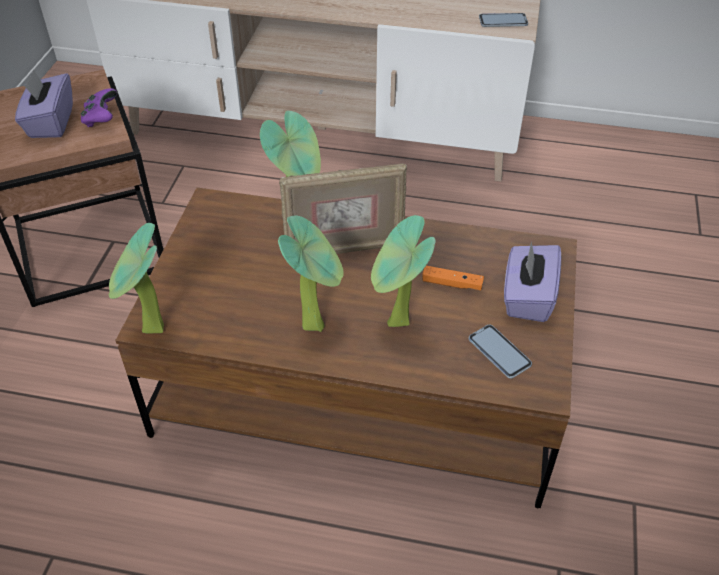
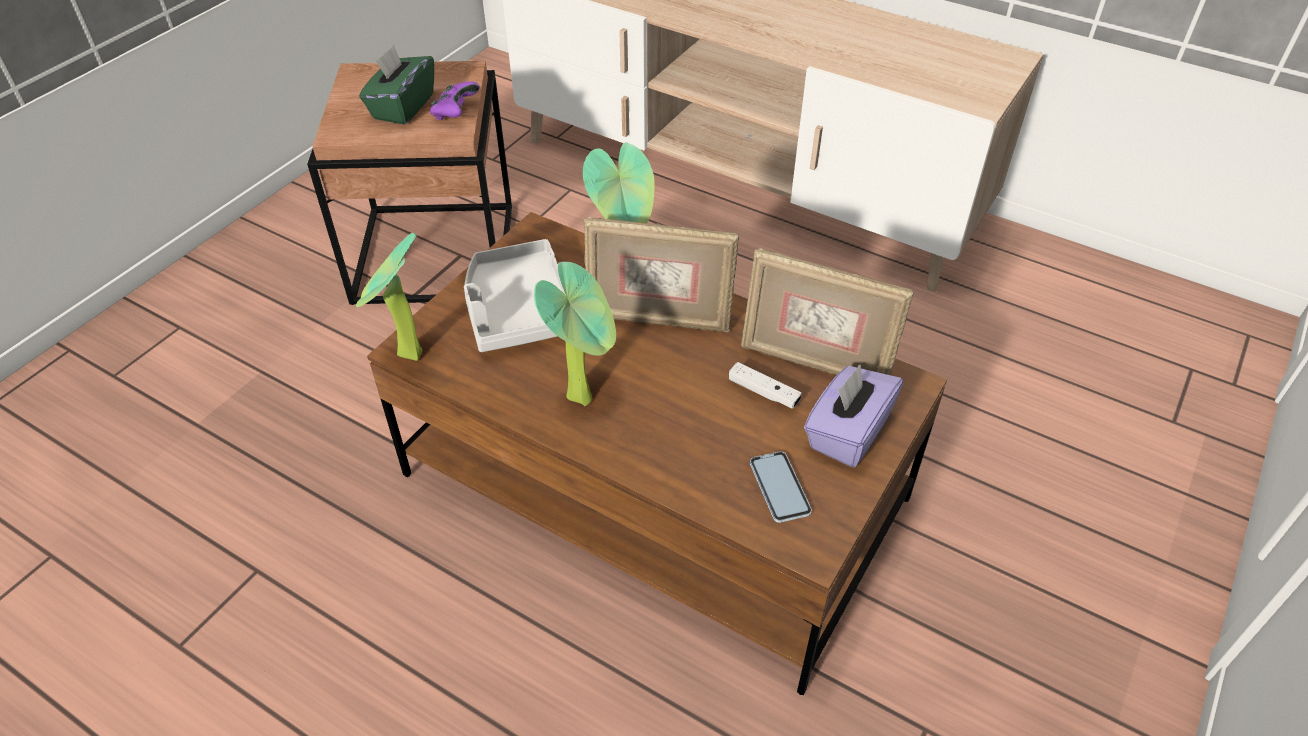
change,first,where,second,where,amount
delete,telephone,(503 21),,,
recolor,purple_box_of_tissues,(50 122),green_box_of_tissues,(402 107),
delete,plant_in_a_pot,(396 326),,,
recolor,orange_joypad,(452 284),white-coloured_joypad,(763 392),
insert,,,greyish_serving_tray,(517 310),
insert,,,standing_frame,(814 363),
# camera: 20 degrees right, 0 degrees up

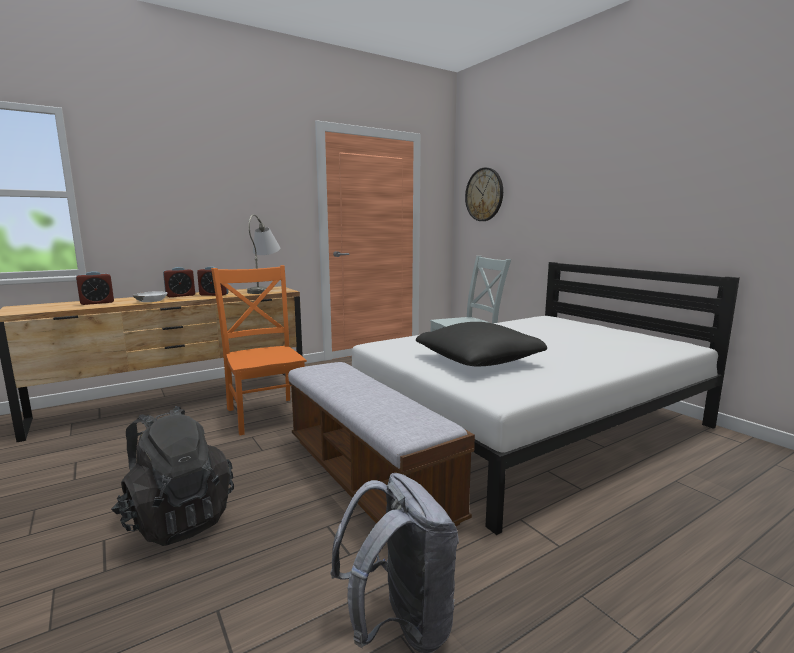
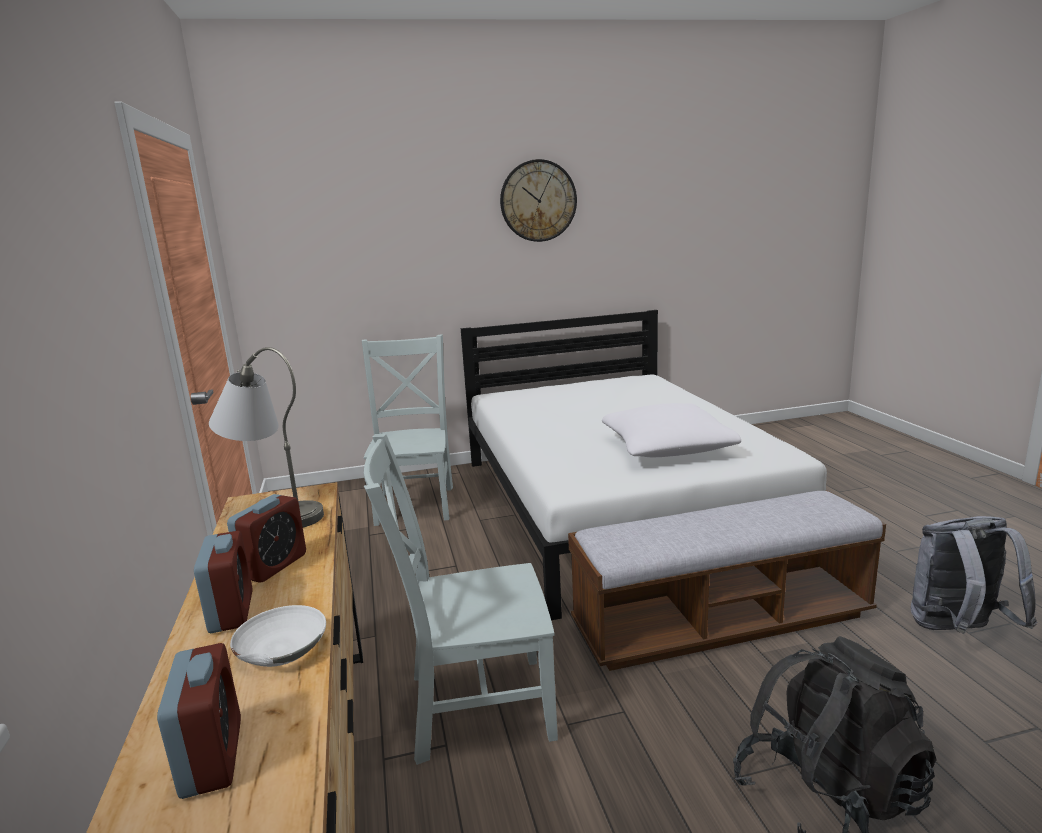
change,first,where,second,where,amount
move,hanging_clock,(484 194),,(538 201),
recolor,orange_upright_chair,(266 413),greyish_upright_chair,(473 706),
recolor,black-coloured_cushion,(478 360),white-coloured_cushion,(667 448),
# camera: 70 degrees left, 5 degrees up

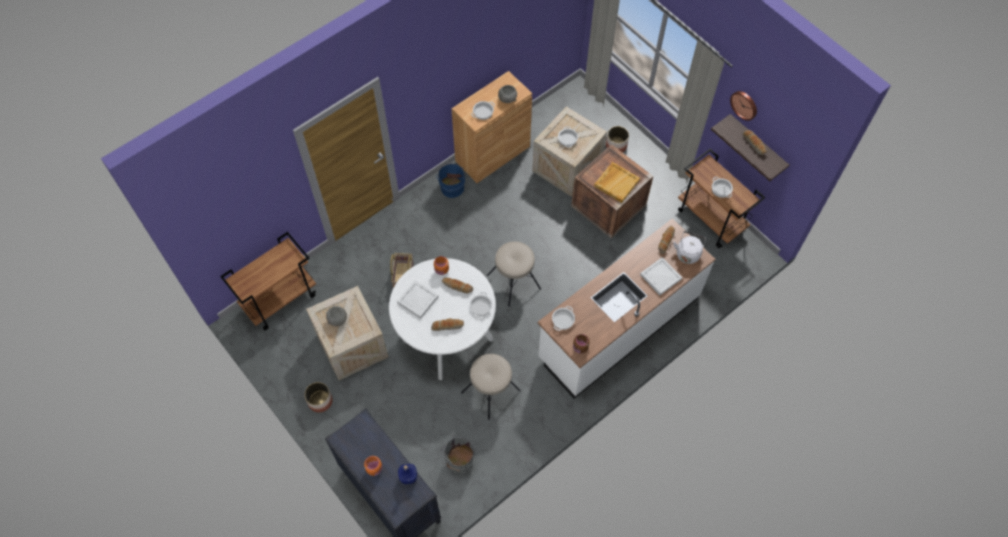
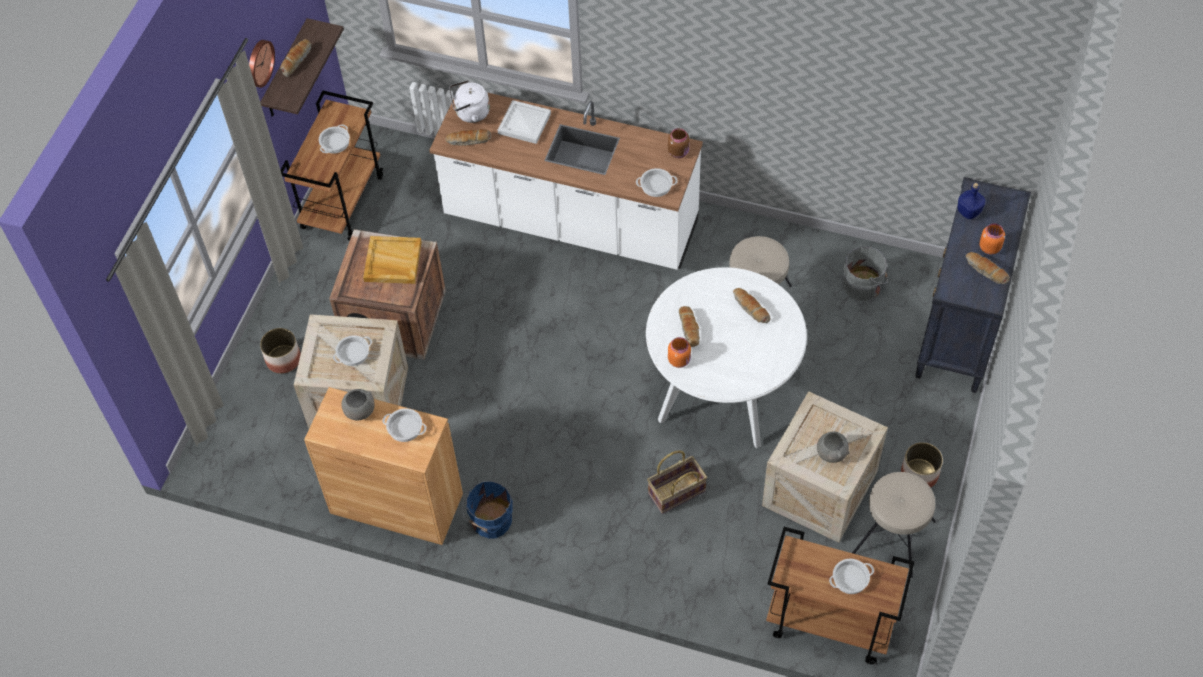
change,first,where,second,where,amount
move,beige-coloured_sitting_stool,(514 281),,(893 537),
delete,white-coloured_serving_tray,(417 299),,,
move,saucepot,(480 306),,(850 579),
insert,,,baked_bread,(985 271),
# camera: 120 degrees left, 5 degrees down

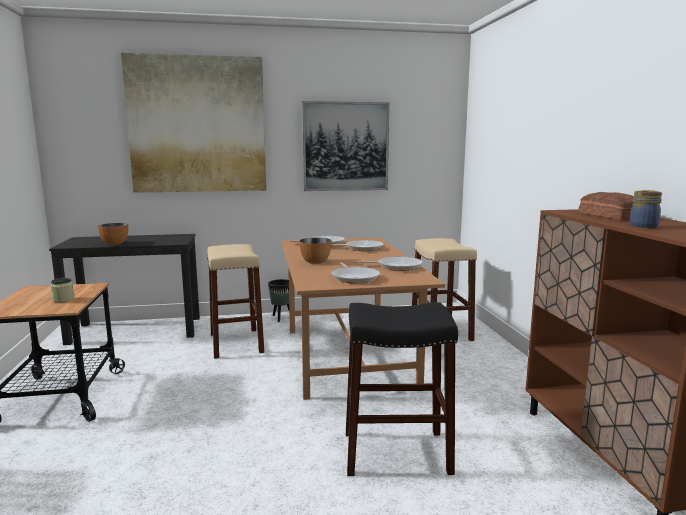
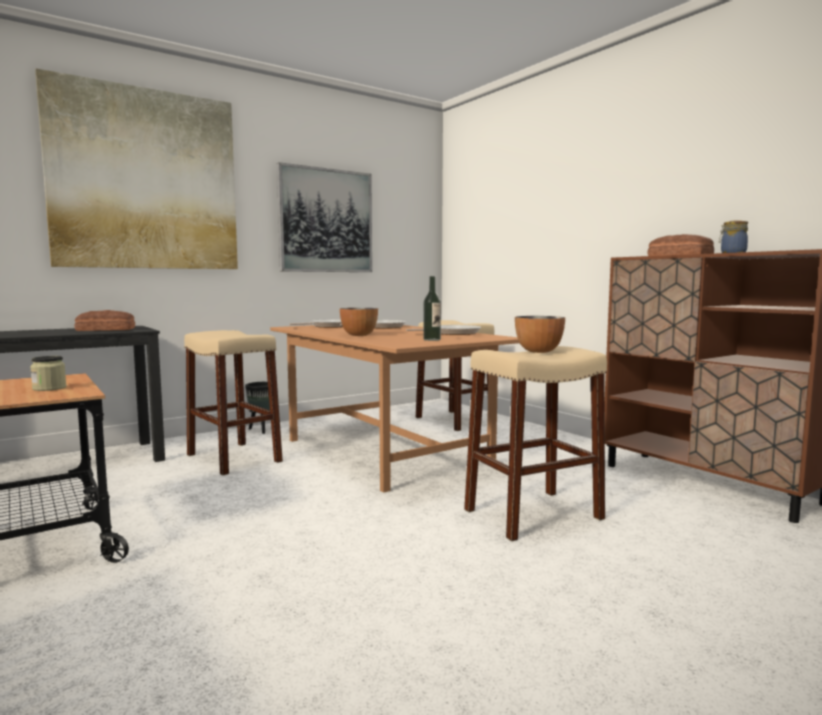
change,first,where,second,where,amount
move,bowl,(115 244),,(539 351),
replace,pan,(354 278),drink_bottle,(432 339),
recolor,black-coloured_sitting_stool,(396 452),beige-coloured_sitting_stool,(532 514),
insert,,,baked_bread,(106 329),
# camera: 25 degrees left, 5 degrees down

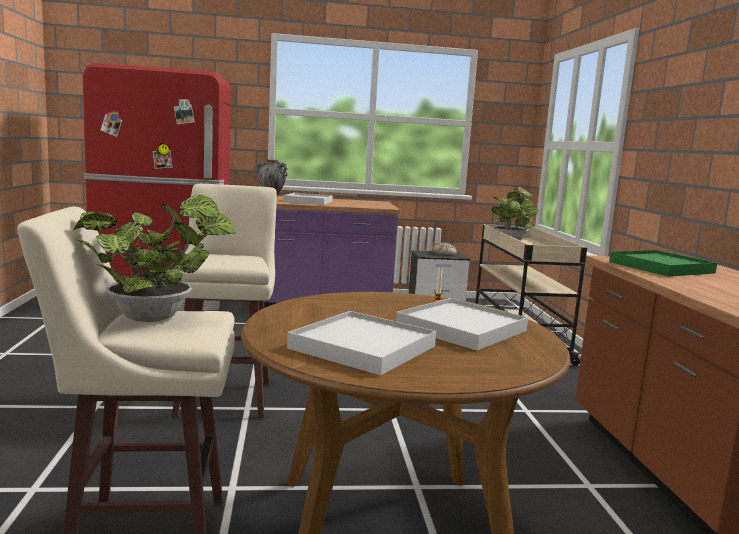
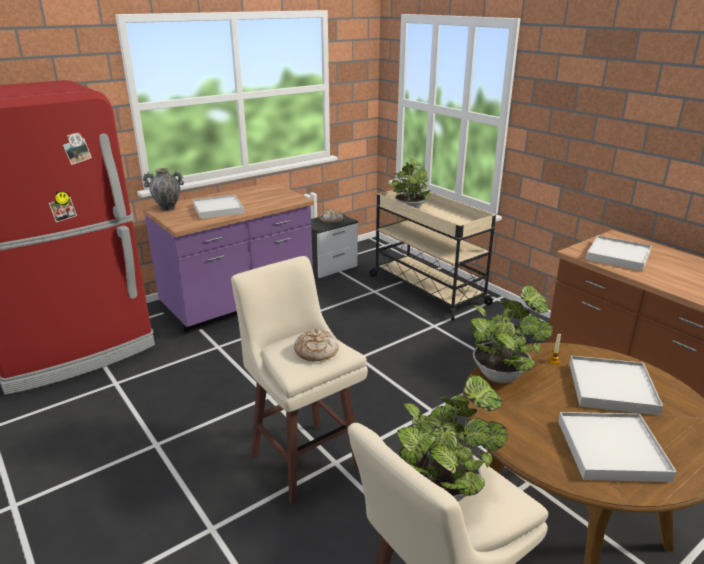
change,first,where,second,where,amount
recolor,green_serving_tray,(661 267),white-coloured_serving_tray,(618 256),
insert,,,plant_in_a_pot,(502 373),
insert,,,baked_bread,(316 351),
# camera: 30 degrees left, 15 degrees up

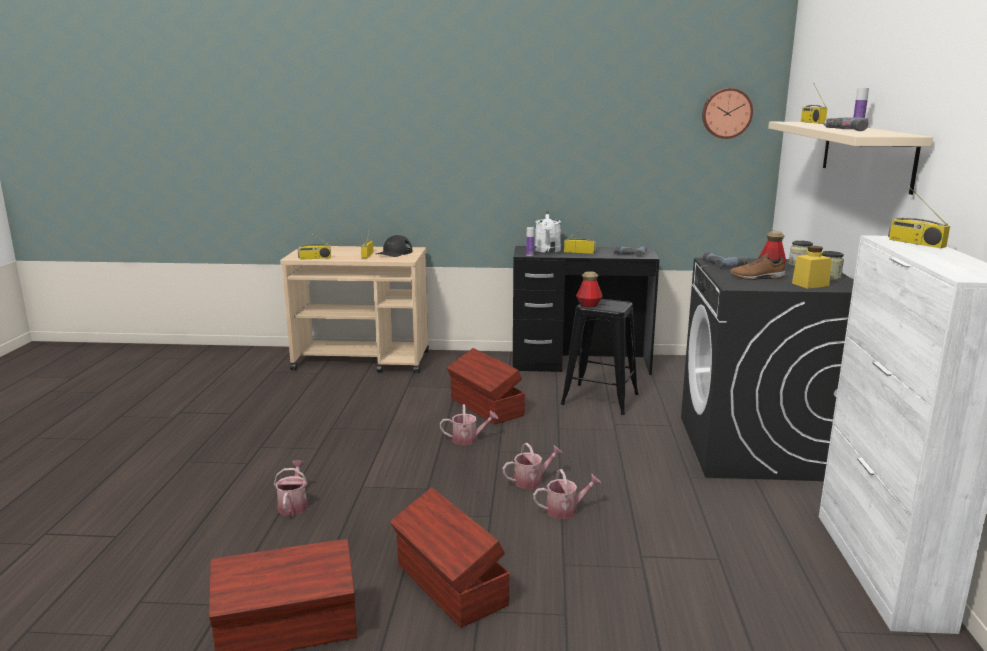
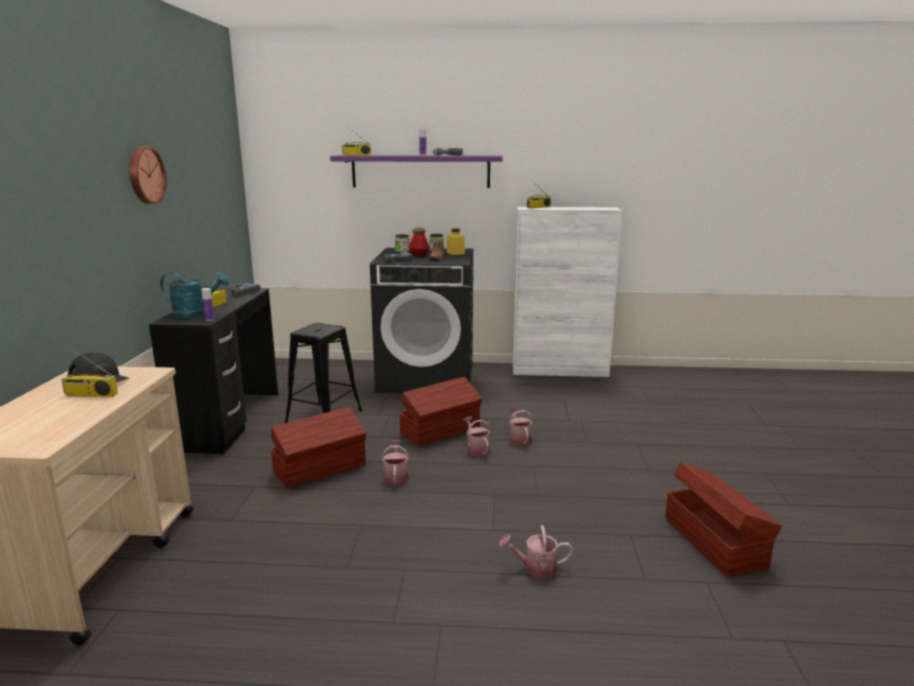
change,first,where,second,where,amount
move,hanging_clock,(726 113),,(145 175),
recolor,beige-coloured_bracket_shelf,(866 153),purple_bracket_shelf,(420 171),
recolor,white-coloured_sprinkling_can,(548 251),turquoise_sprinkling_can,(195 314),
delete,radio_set,(314 258),,,
delete,drink_bottle,(588 305),,,
move,brown_storage_container,(450 585),,(441 430),
# camera: 90 degrees left, 0 degrees up

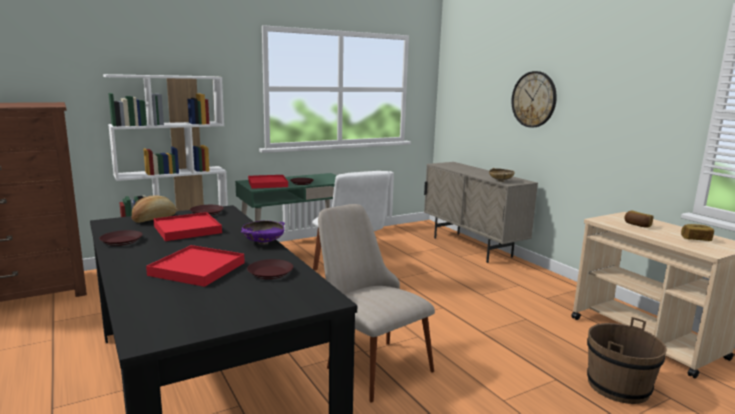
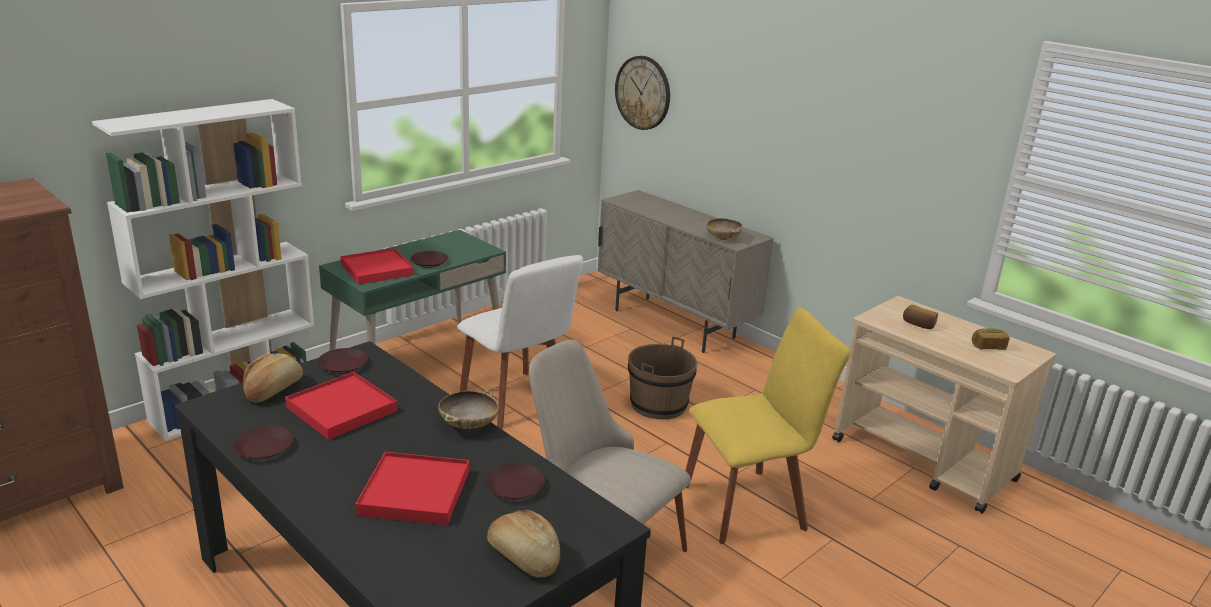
change,first,where,second,where,amount
move,hanging_clock,(534 99),,(643 93),
recolor,purple_bowl,(263 243),beige-coloured_bowl,(469 425),
move,brown_bucket,(618 386),,(658 405),
insert,,,yellow-coloured_upright_chair,(749 505),
insert,,,baked_bread,(523 557),
# camera: 15 degrees left, 10 degrees up

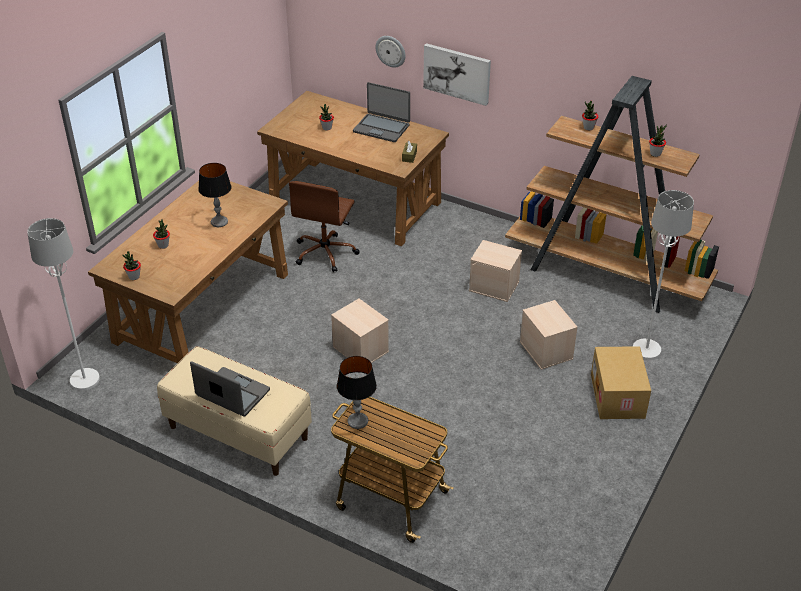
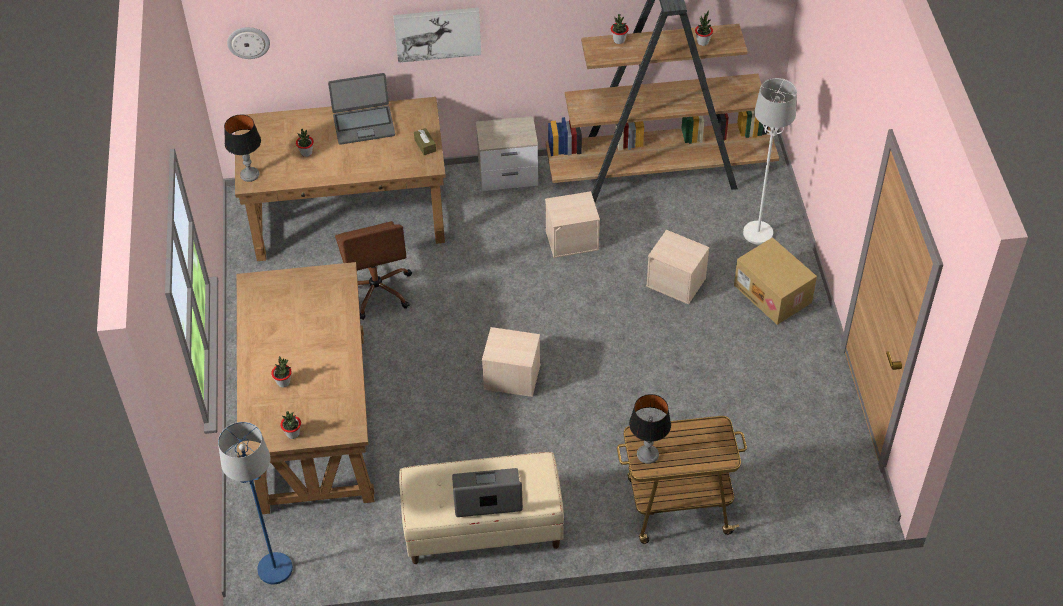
change,first,where,second,where,amount
move,hanging_clock,(391 51),,(248 42),
move,tabletop_lamp,(219 222),,(249 175),
recolor,white-coloured_standing_lamp,(84 380),blue-coloured_standing_lamp,(275 569),
insert,,,bedside_table,(509 175),
# camera: 35 degrees left, 10 degrees up

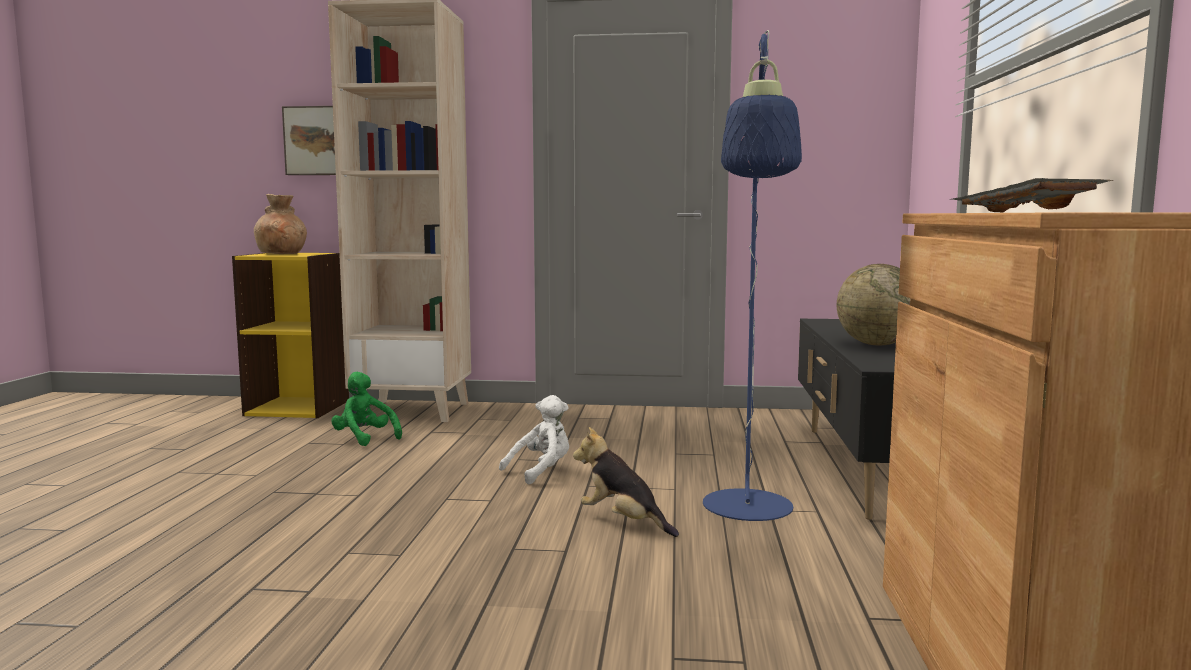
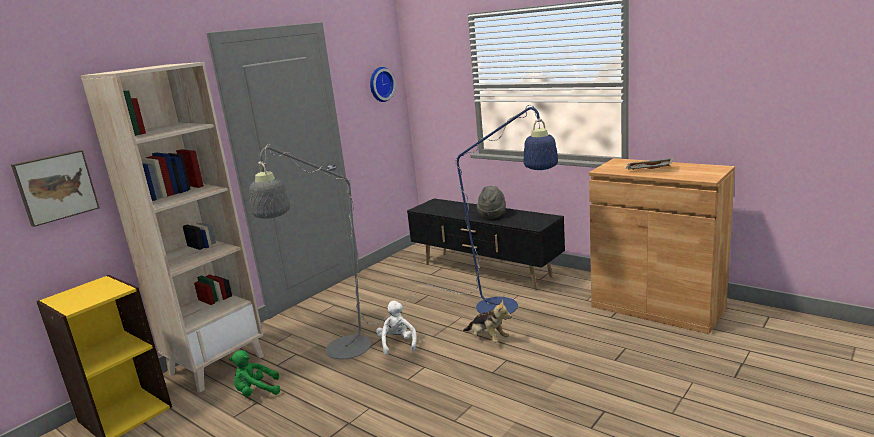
change,first,where,second,where,amount
delete,brown_decorative_vase,(282 254),,,
replace,desk_globe,(876 344),greyish_wearable_hat,(492 215),
rotate,soft_toy,(623 521),,(487 338),120 degrees counterclockwise
insert,,,hanging_clock,(380 84),
insert,,,greyish_standing_lamp,(341 353),
# camera: 55 degrees left, 10 degrees up

